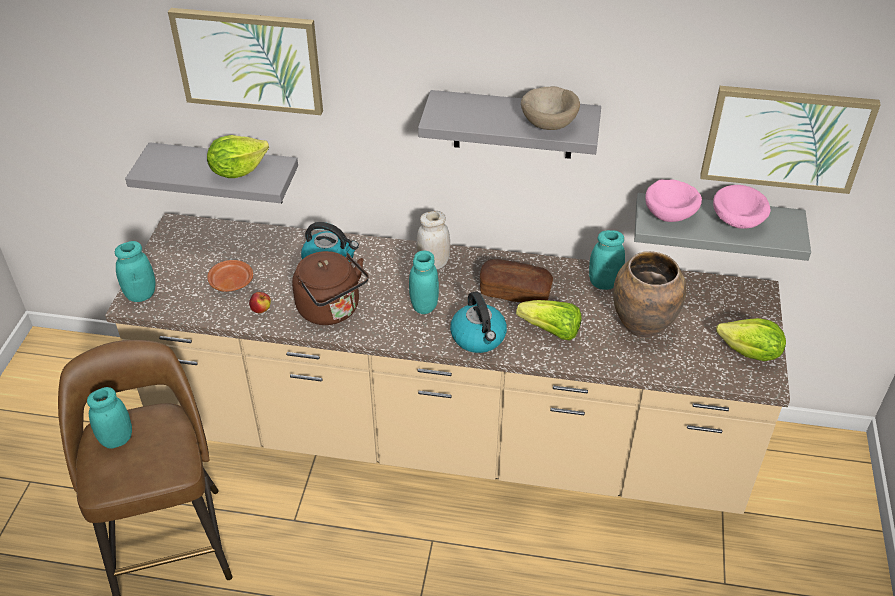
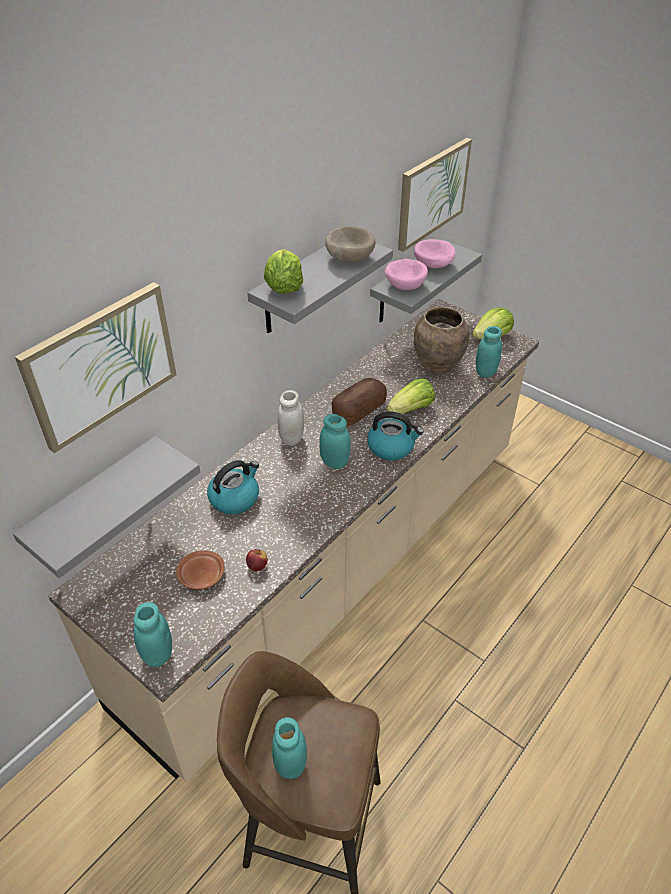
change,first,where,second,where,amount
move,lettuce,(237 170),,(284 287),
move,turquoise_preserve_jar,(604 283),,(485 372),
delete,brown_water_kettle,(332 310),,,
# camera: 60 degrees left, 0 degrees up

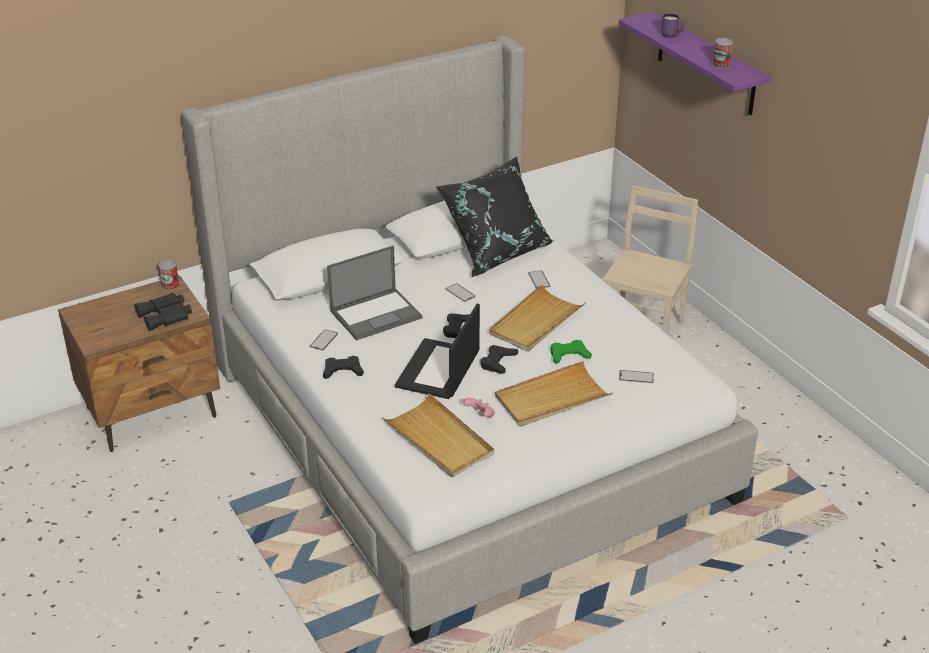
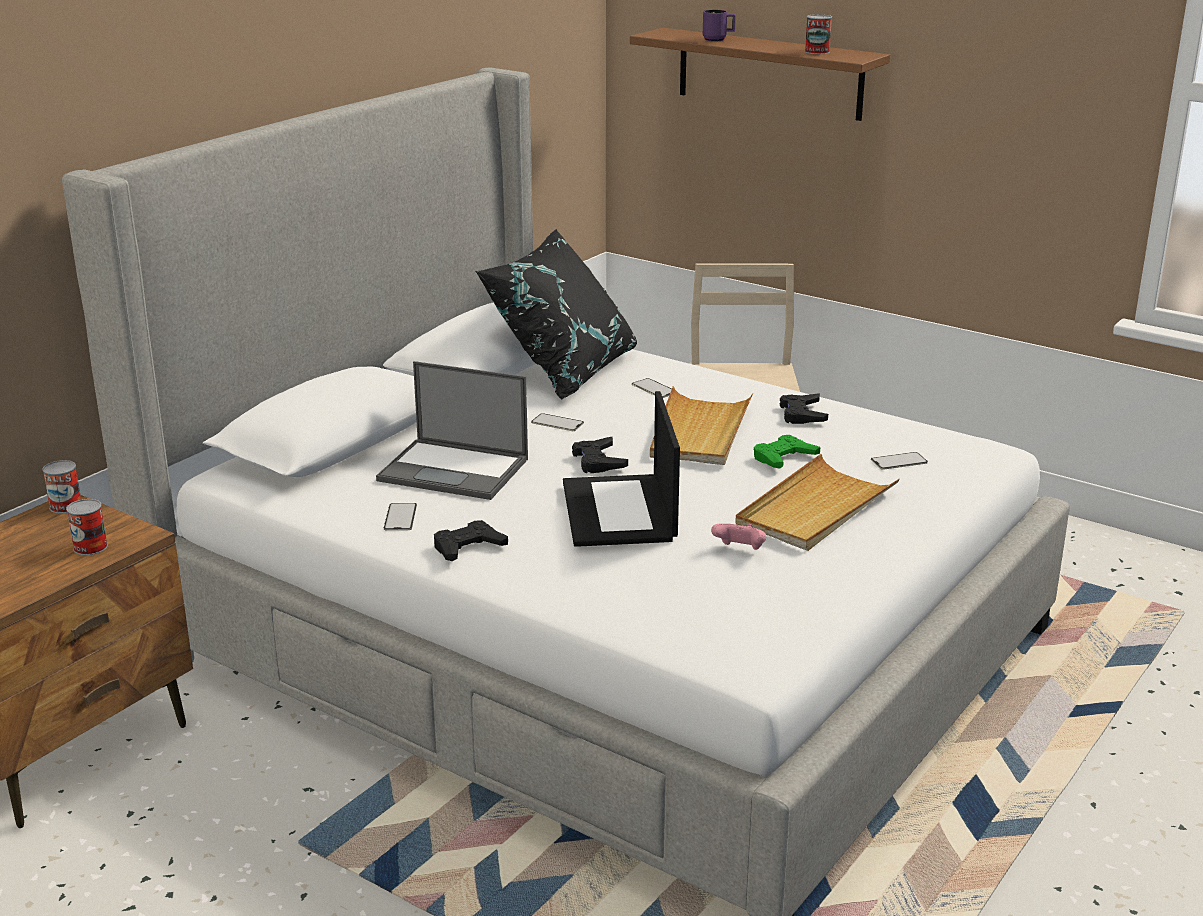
change,first,where,second,where,amount
recolor,purple_bracket_shelf,(706 64),brown_bracket_shelf,(769 73),
rotate,portable_computer,(376 314),,(455 470),75 degrees clockwise
replace,black-coloured_field_glasses,(166 316),can,(90 547),
move,black-coloured_joypad,(498 362),,(802 414),
delete,beige-coloured_serving_tray,(439 439),,,
# camera: 25 degrees left, 10 degrees down

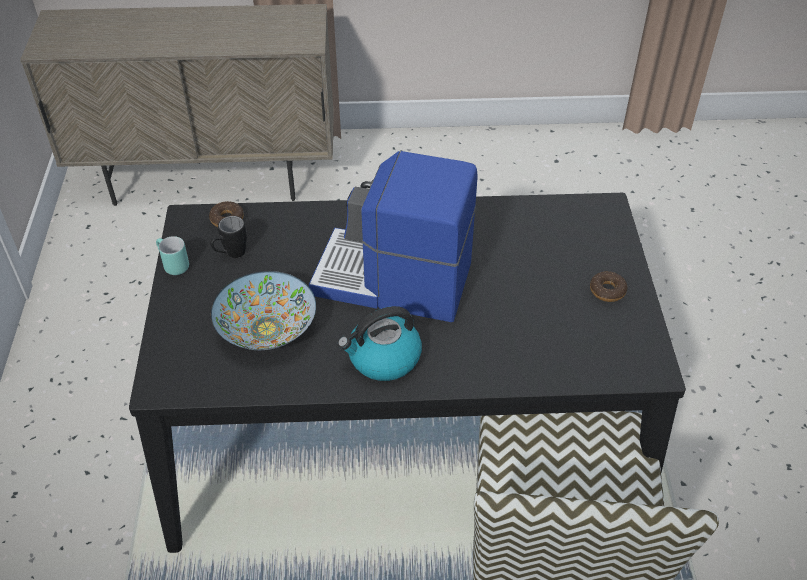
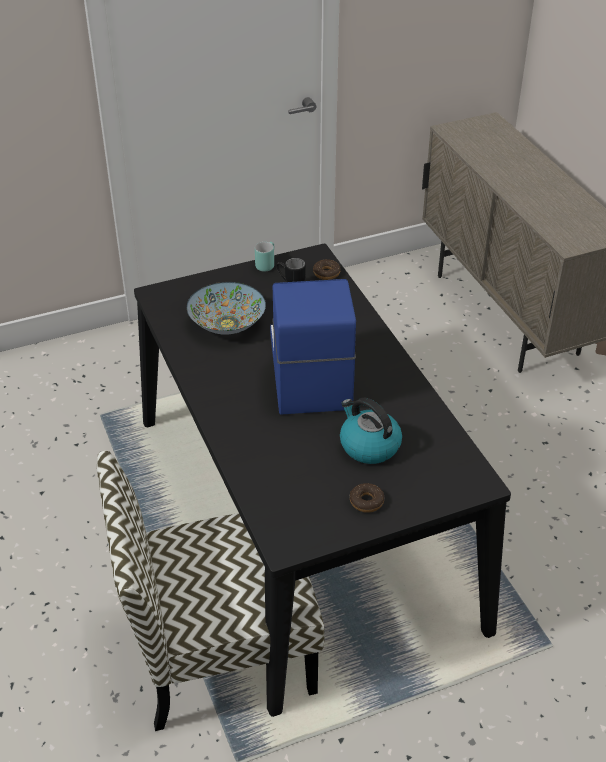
change,first,where,second,where,amount
move,water_kettle,(383 358),,(368 445),
# camera: 70 degrees right, 5 degrees down

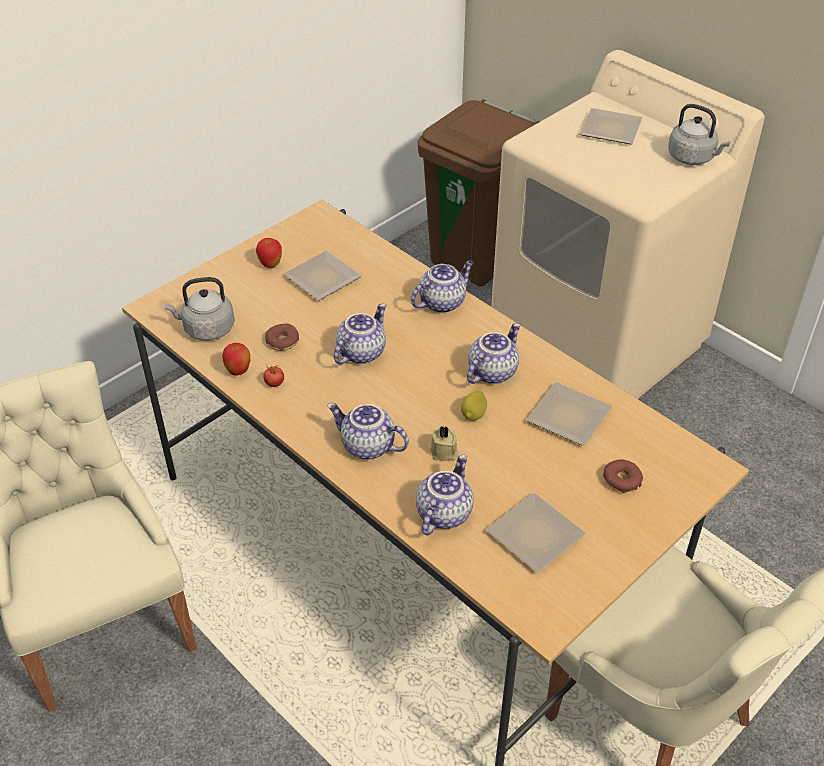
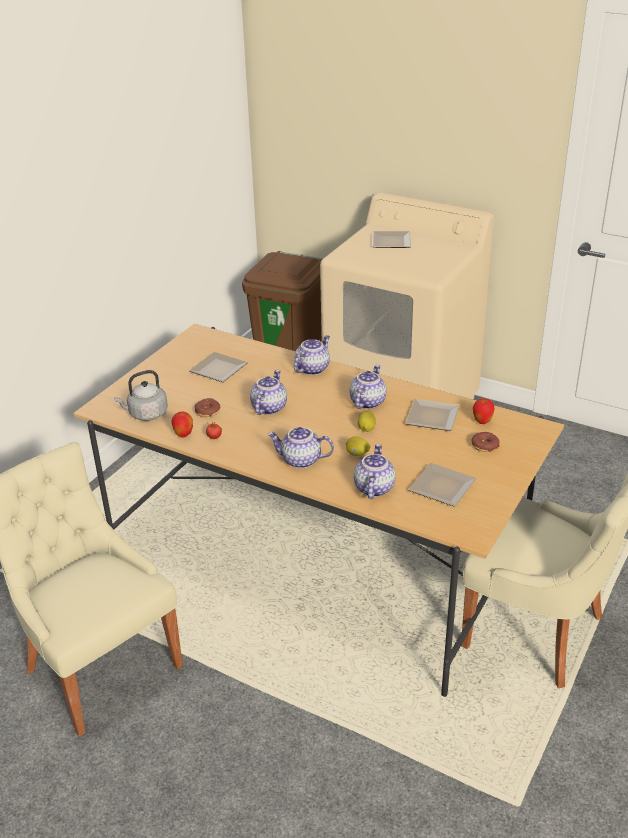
change,first,where,second,where,amount
delete,greyish_water_kettle,(693 158),,,
move,apple,(270 265),,(482 422),
replace,beige-coloured_wax_candle,(444 453),lemon,(357 454),
# camera: 15 degrees left, 10 degrees down

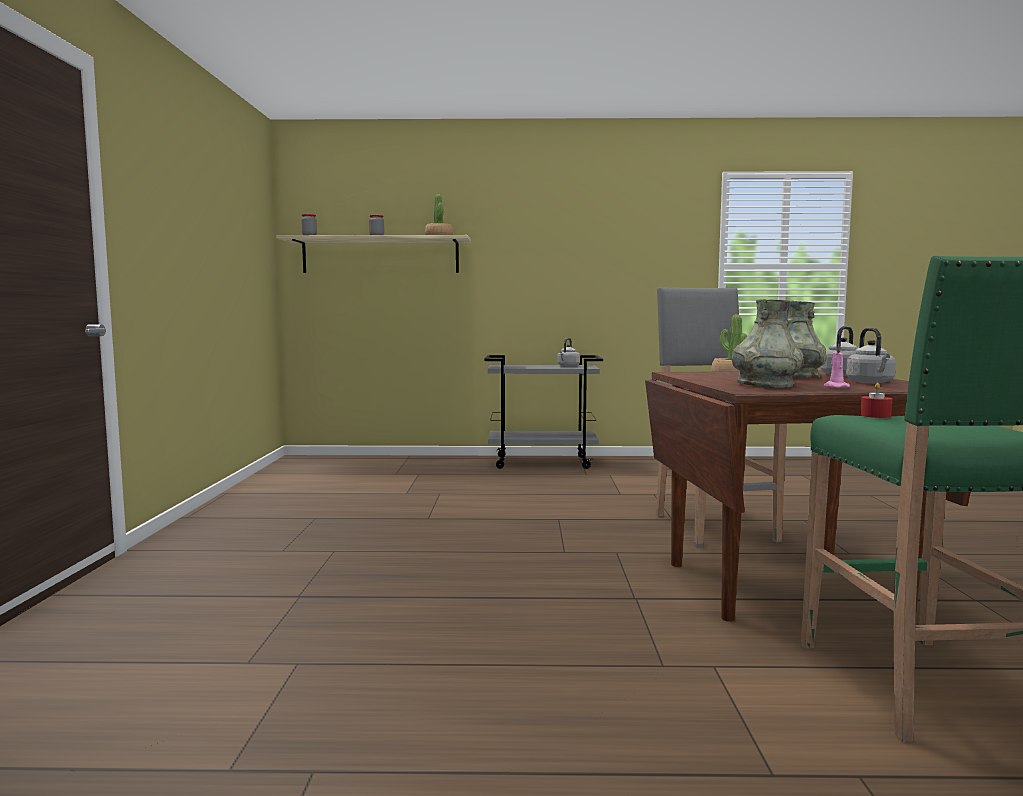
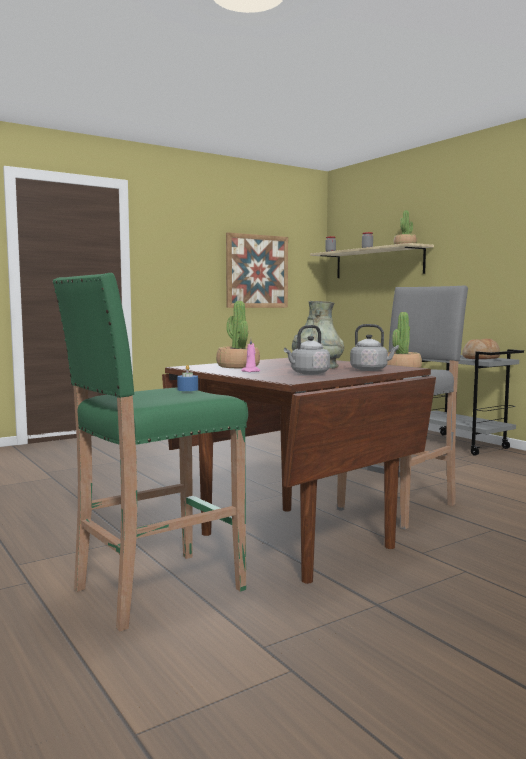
change,first,where,second,where,amount
replace,greyish_decorative_vase,(765 385),plant_in_a_pot,(238 366),
replace,greyish_water_kettle,(568 366),baked_bread,(481 358),
recolor,red_wax_candle,(875 415),blue-coloured_wax_candle,(187 389),
insert,,,wall_art,(257 271),
# camera: 55 degrees right, 0 degrees up

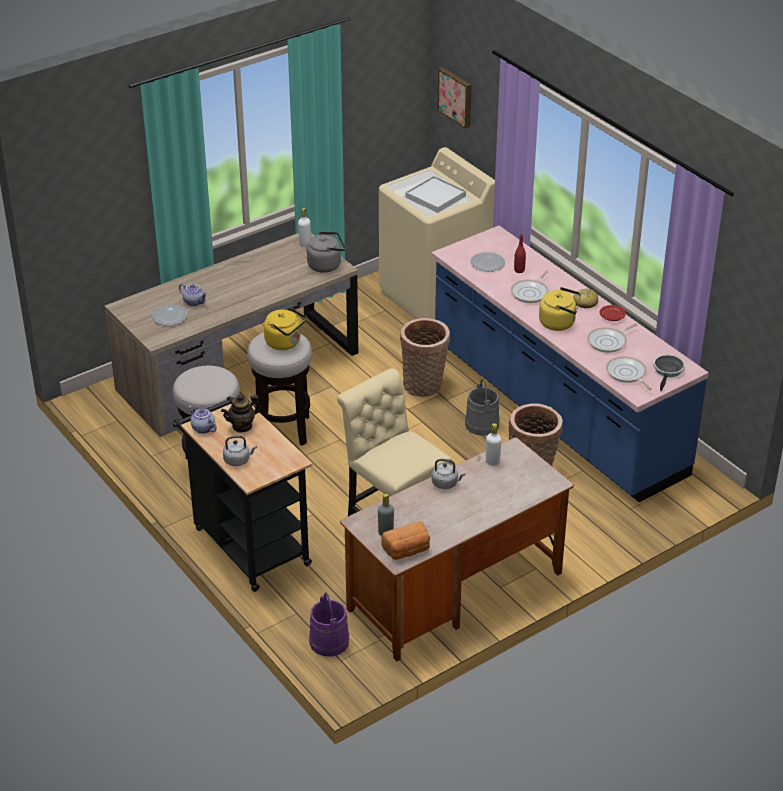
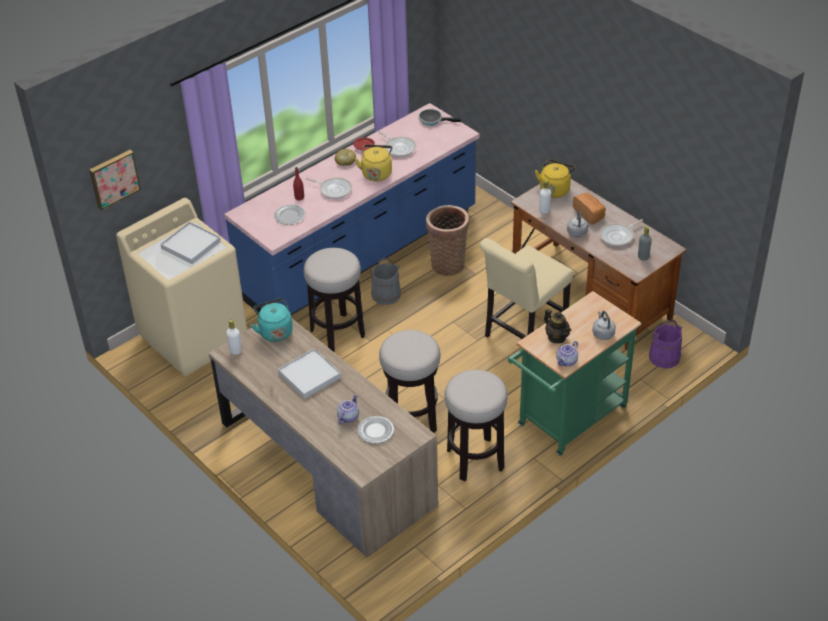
change,first,where,second,where,amount
recolor,greyish_water_kettle,(326 265),turquoise_water_kettle,(274 331),
move,yellow-coloured_water_kettle,(285 343),,(555 189),
replace,storage_basket,(424 387),sitting_stool,(337 333),
move,pan,(627 374),,(618 236),
recolor,black-coloured_cart,(247 542),green_cart,(567 421),
move,baked_bread,(407 550),,(589 214),
insert,,,white-coloured_serving_tray,(309 375),
# camera: 95 degrees left, 5 degrees up

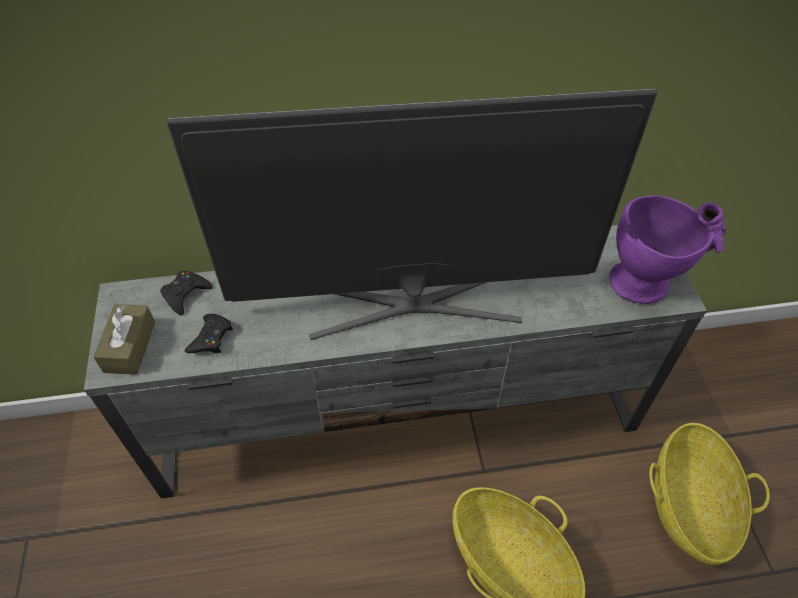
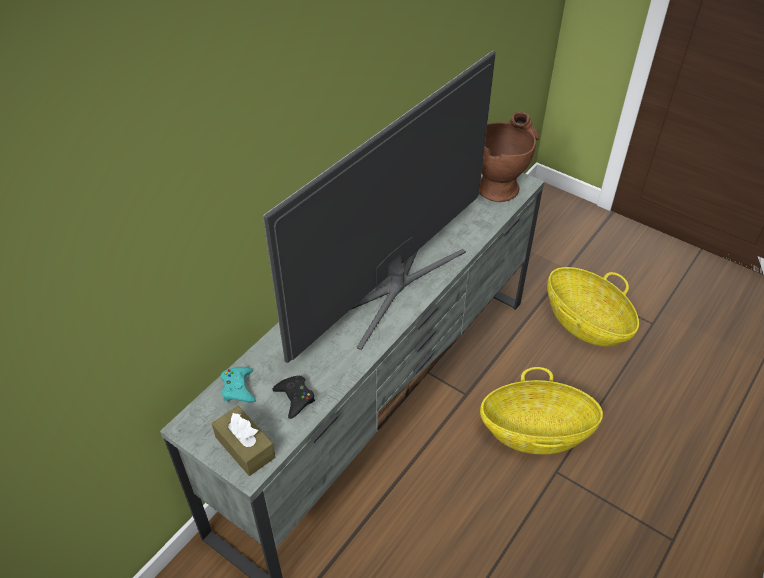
change,first,where,second,where,amount
recolor,purple_decorative_vase,(648 280),brown_decorative_vase,(500 184),
recolor,black-coloured_joypad,(185 294),turquoise_joypad,(238 388),
# camera: 45 degrees left, 5 degrees down

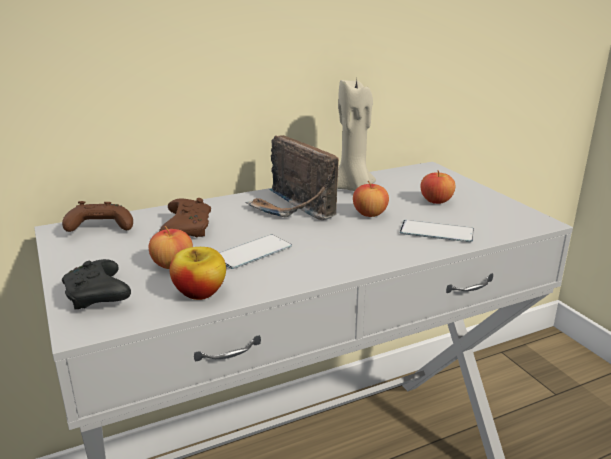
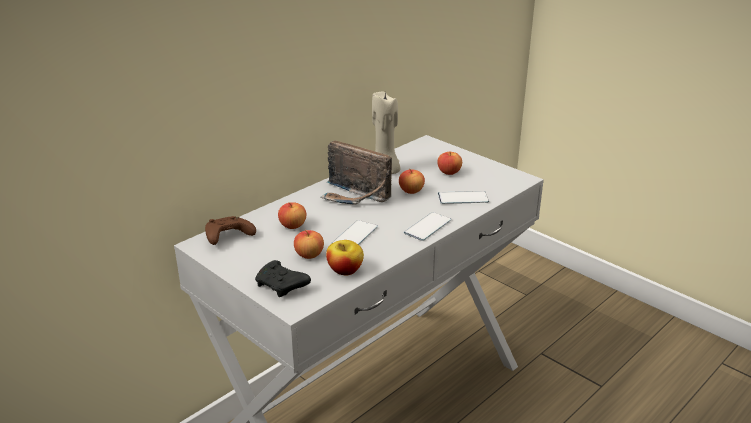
change,first,where,second,where,amount
replace,brown_joypad,(187 228),apple,(293 226),
insert,,,telephone,(427 226),
# camera: 20 degrees left, 5 degrees up

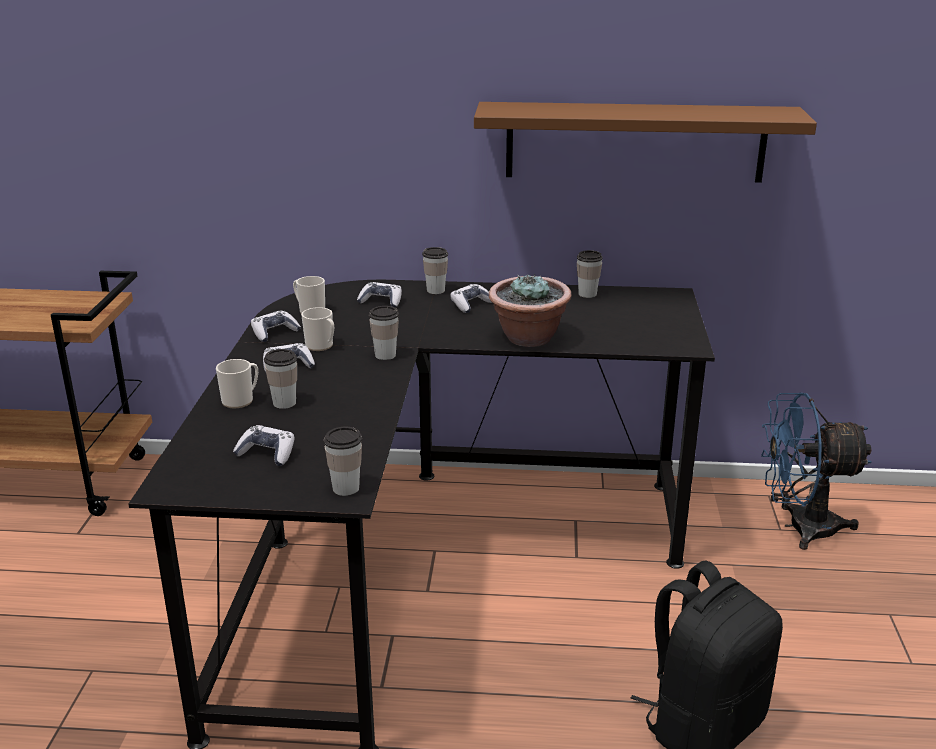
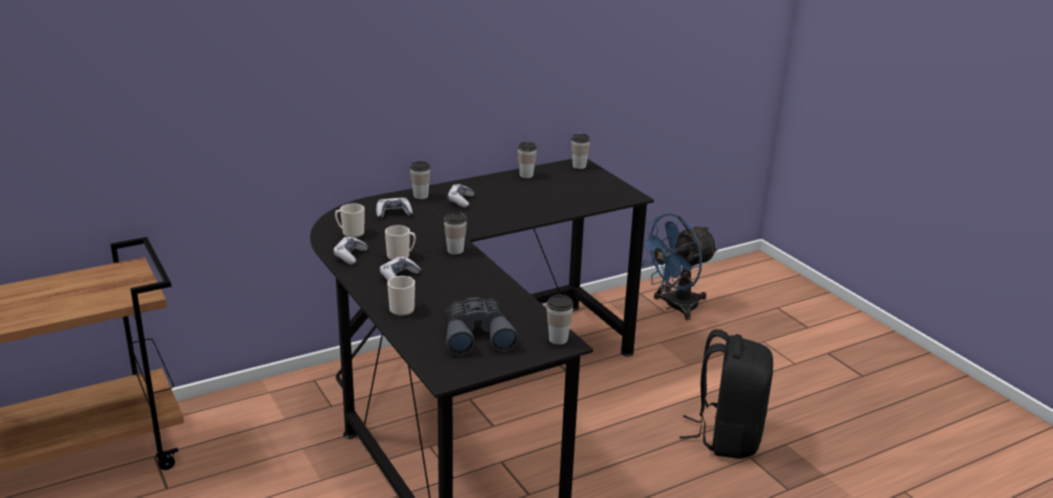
change,first,where,second,where,amount
delete,brown_bracket_shelf,(635 142),,,
delete,plant_in_a_pot,(528 338),,,
move,small_cup,(284 403),,(579 166),
replace,joypad,(267 453),greyish_field_glasses,(477 335),
# camera: 35 degrees left, 0 degrees up

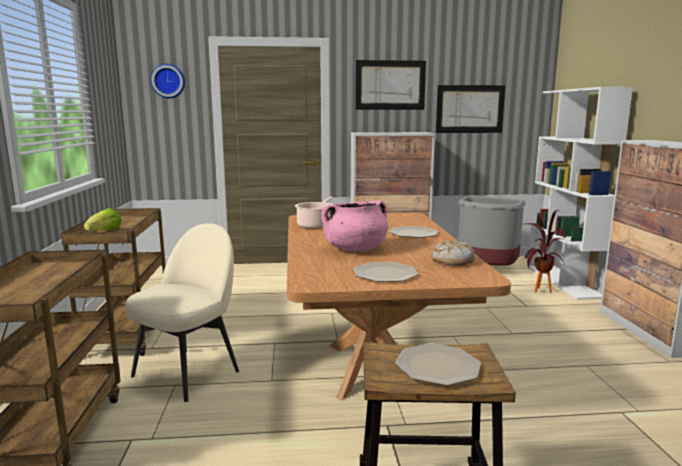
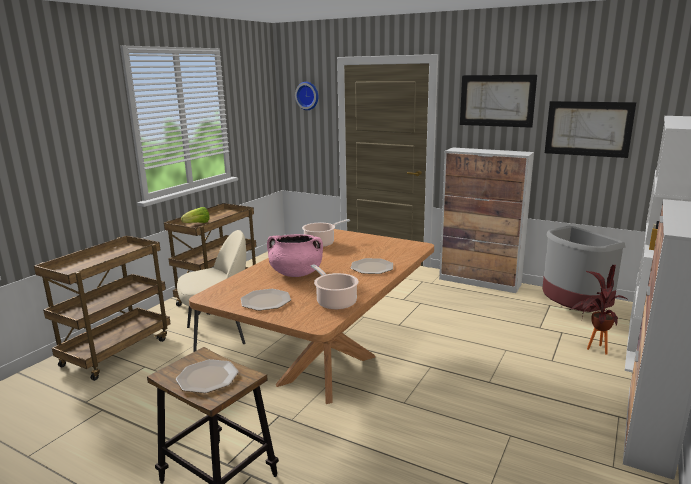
change,first,where,second,where,amount
replace,baked_bread,(452 261),saucepot,(335 302),
# camera: 35 degrees right, 5 degrees up

